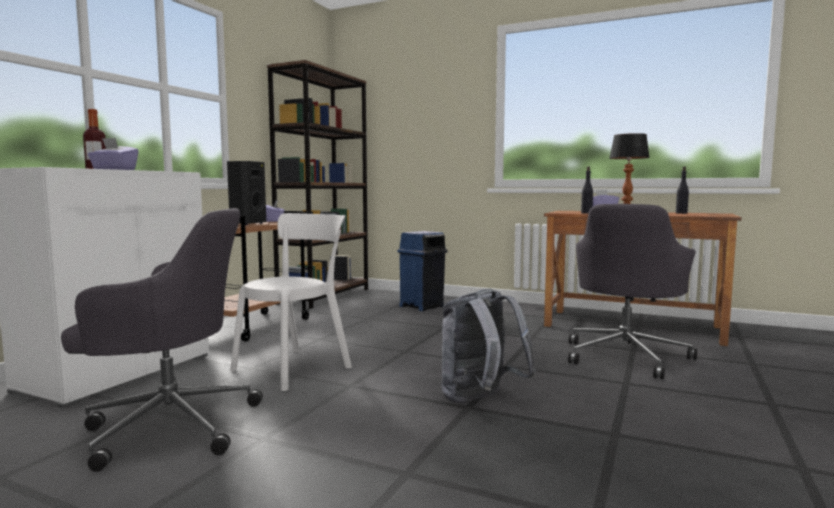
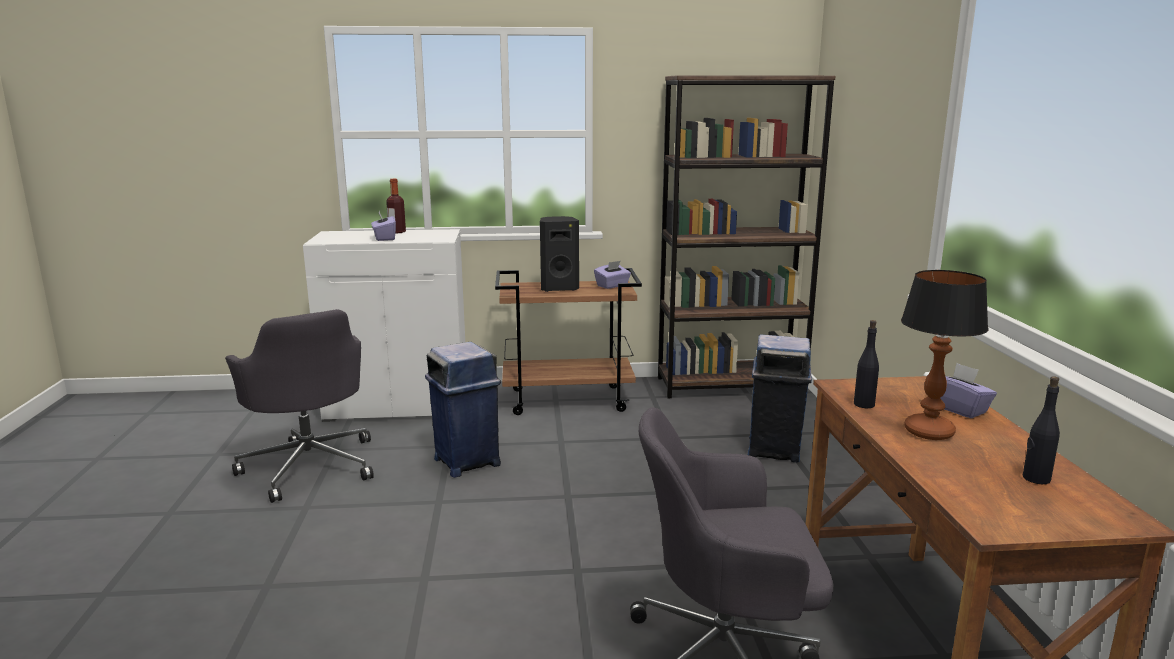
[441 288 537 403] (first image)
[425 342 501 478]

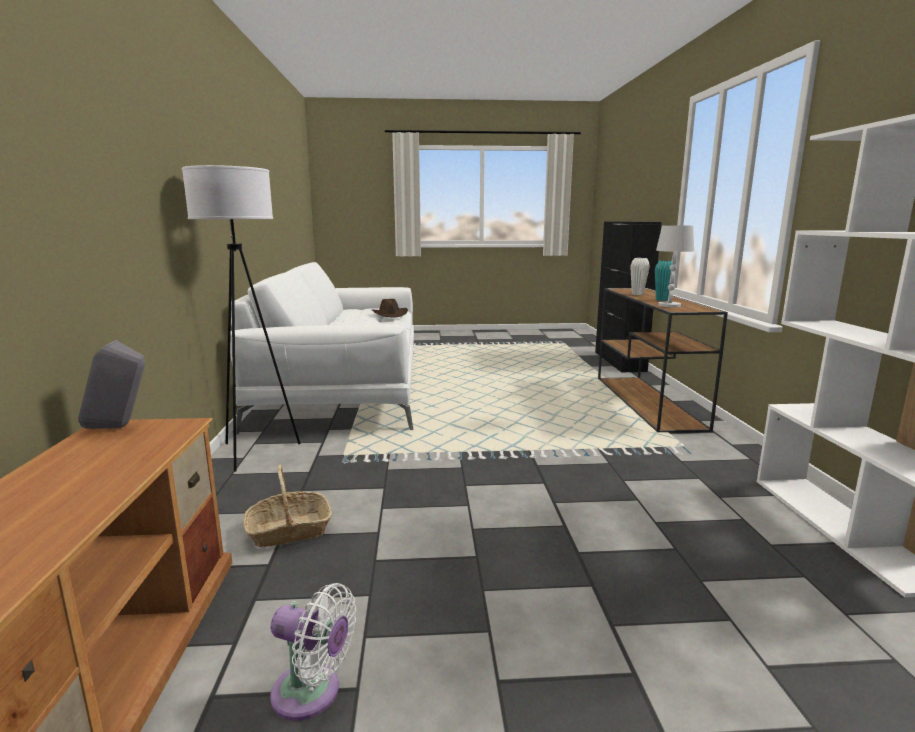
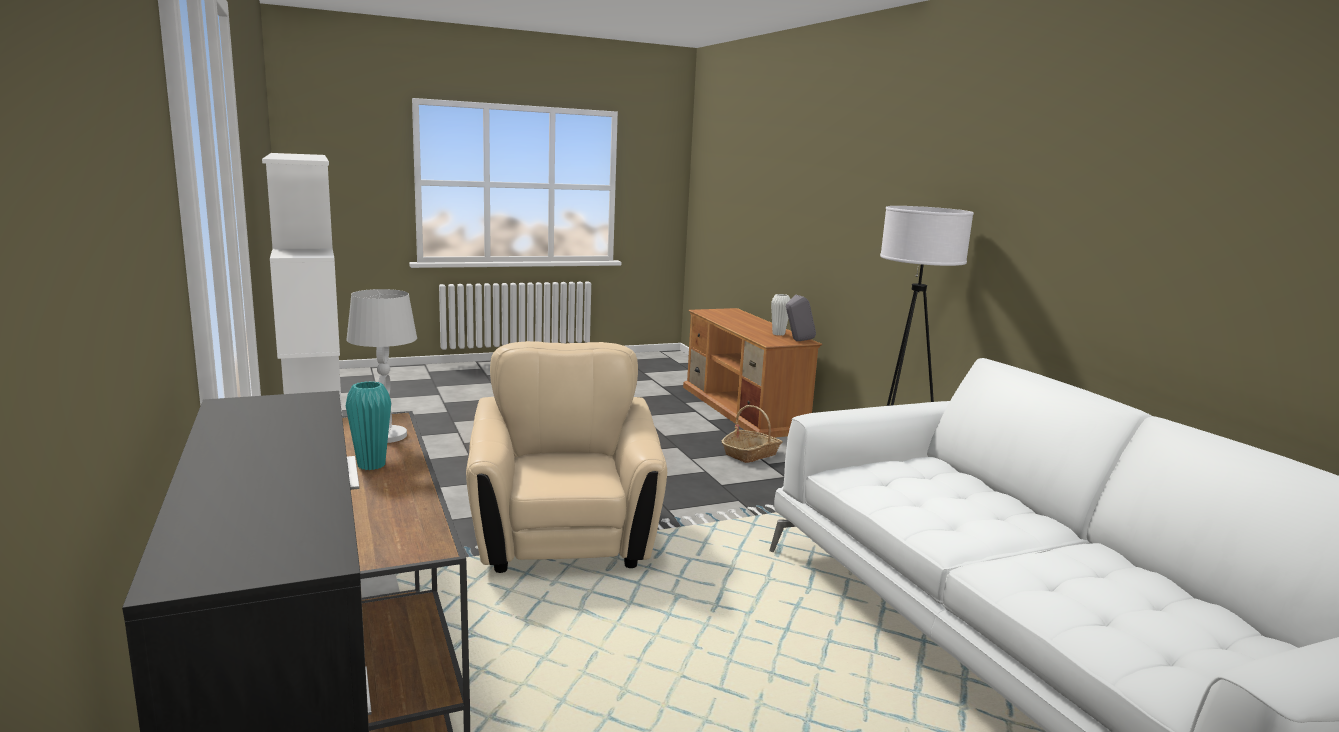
[270 583 356 721] (first image)
[372 299 408 318] (first image)
[466 341 667 573]
[771 294 791 336]

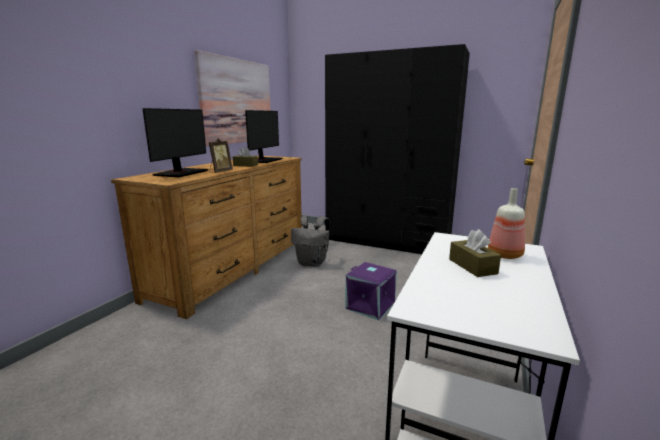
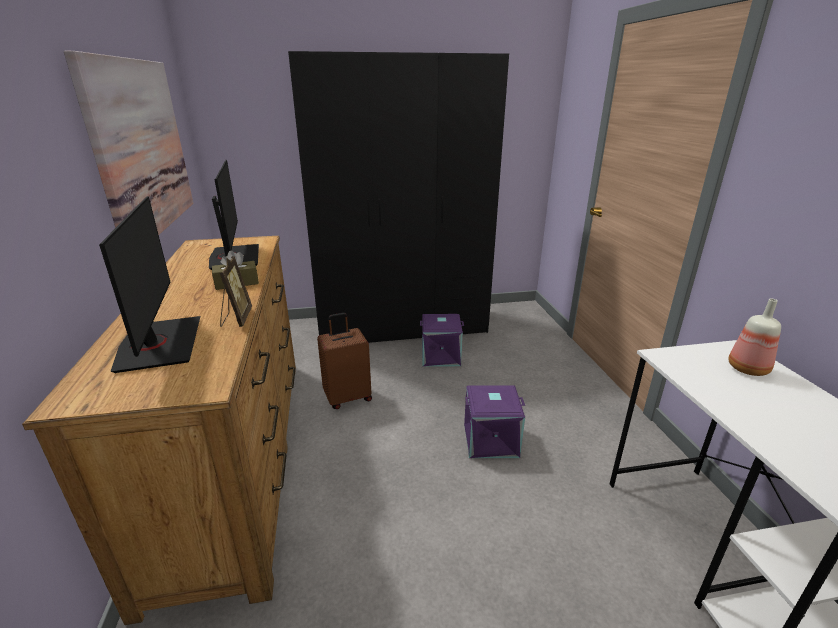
[449 229 501 277] (first image)
[420 314 464 366]
[317 313 372 409]

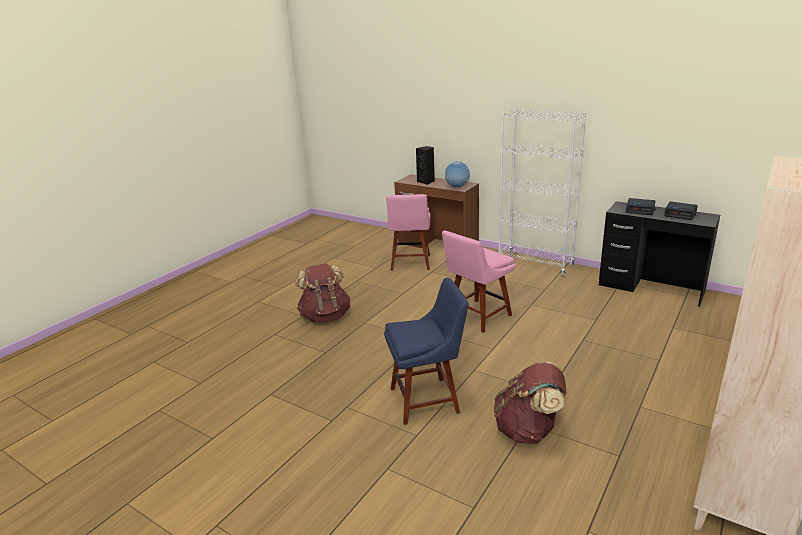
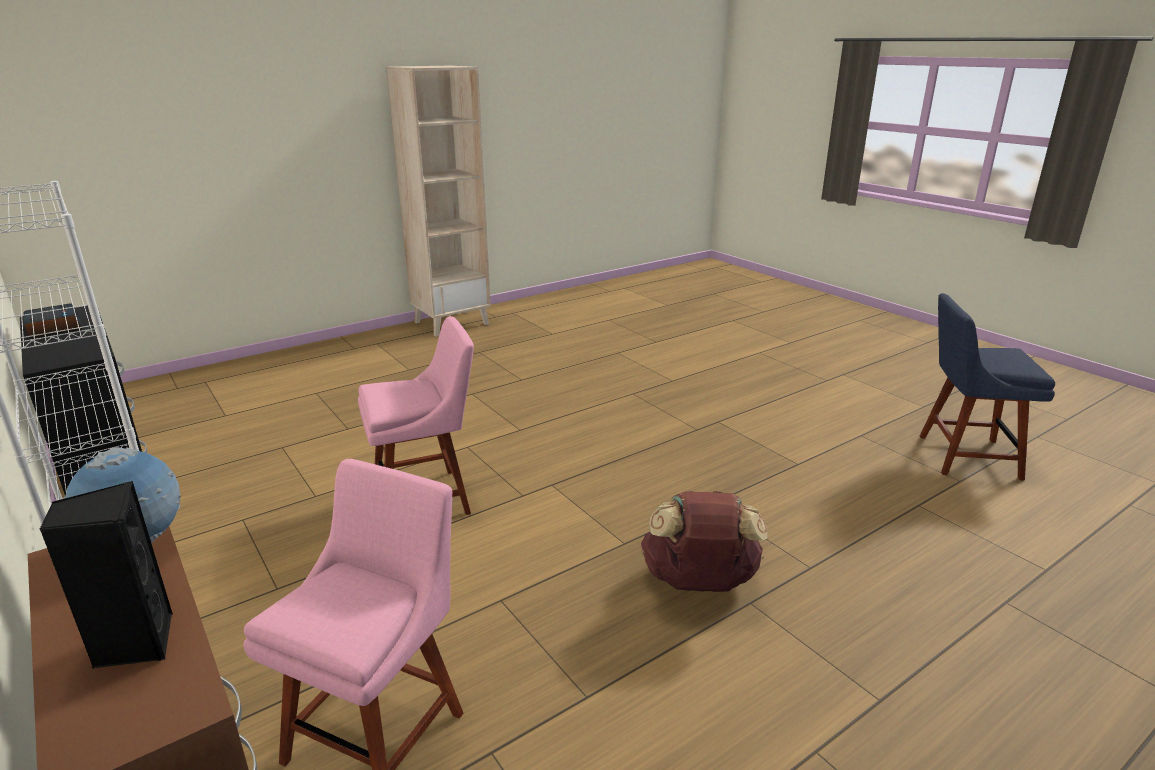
[494 362 566 444] (first image)
[626 198 656 215] (first image)
[920 293 1055 481]

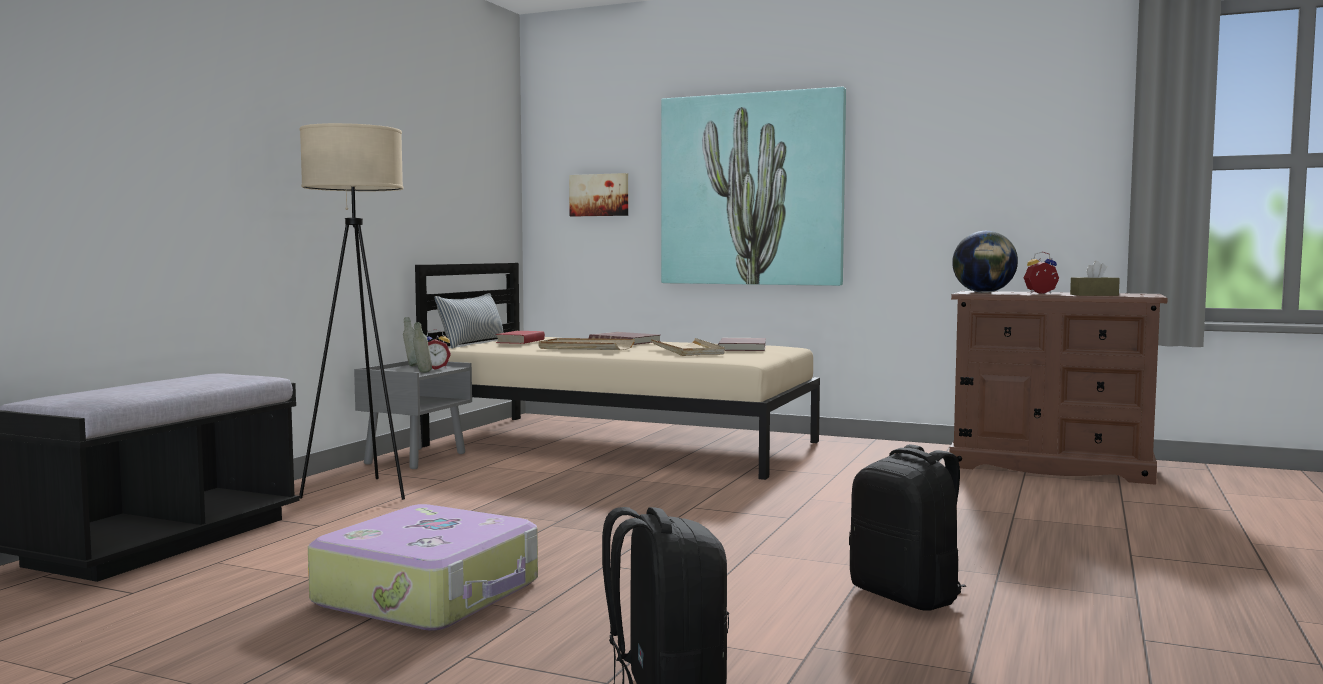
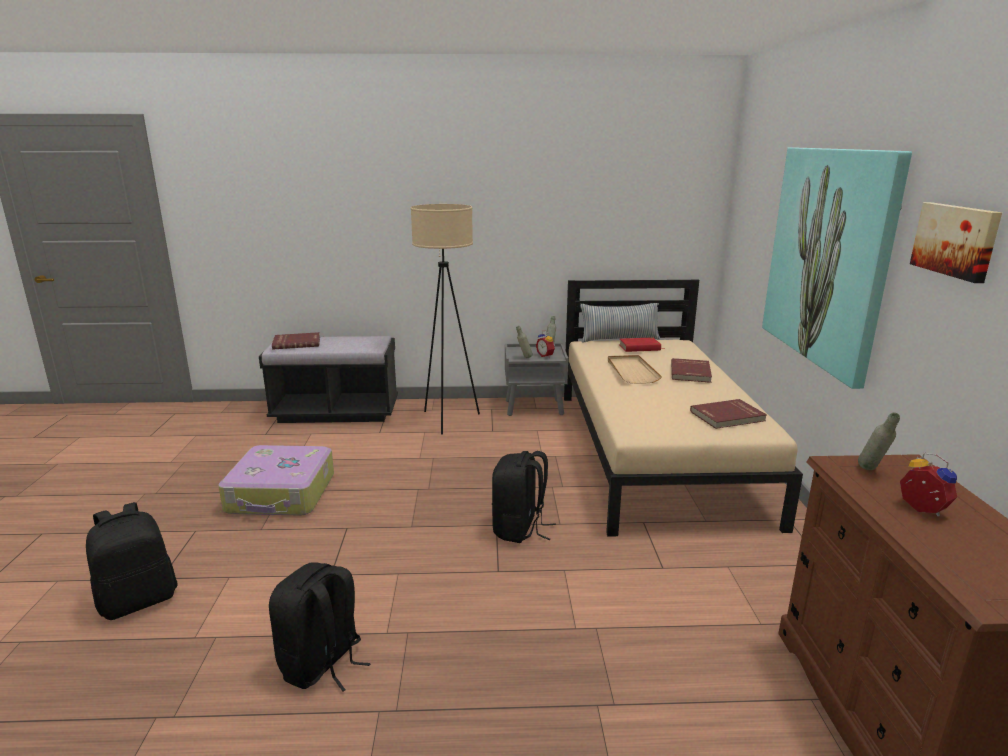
[651 338 725 356] (first image)
[1070 261 1120 296] (first image)
[272 332 320 350]
[492 451 556 543]
[910 202 1002 283]
[858 413 900 470]

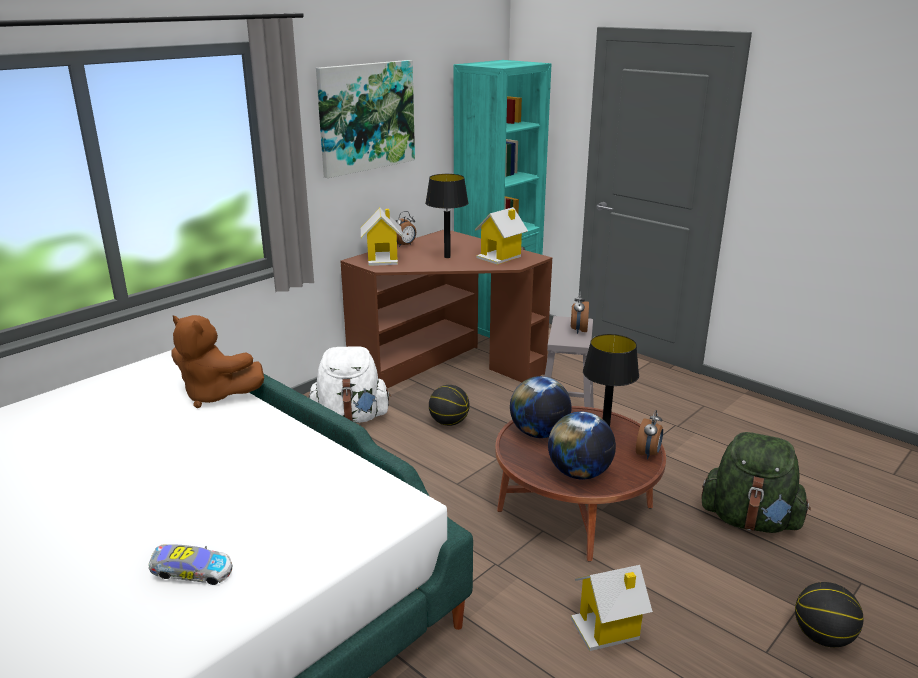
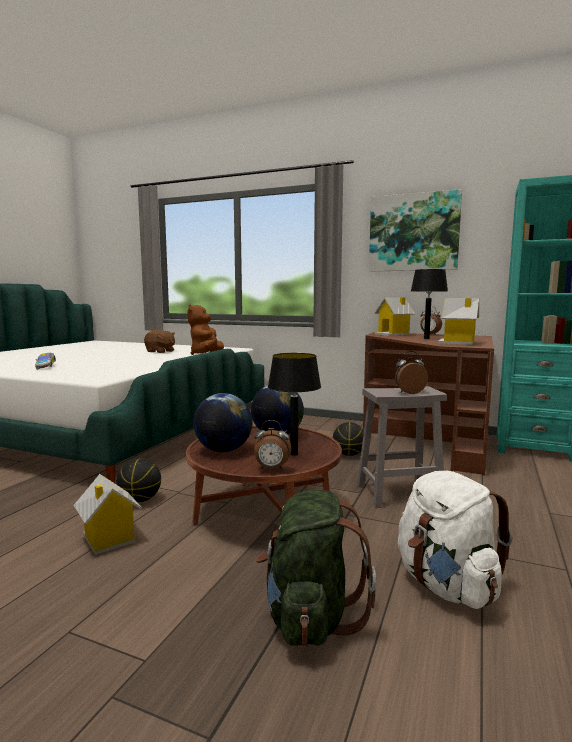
[144 330 175 353]
[398 471 513 609]
[116 458 161 503]

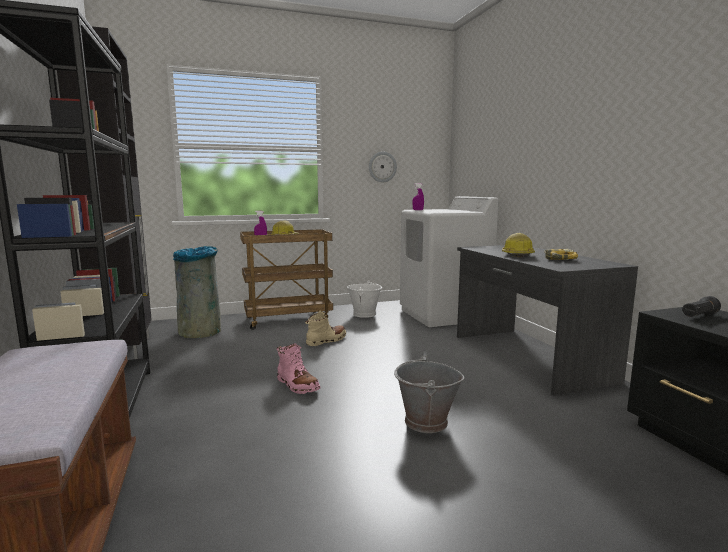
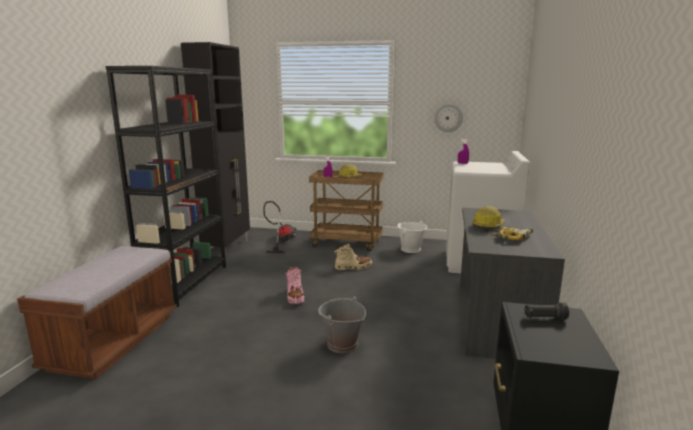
[263 201 297 253]

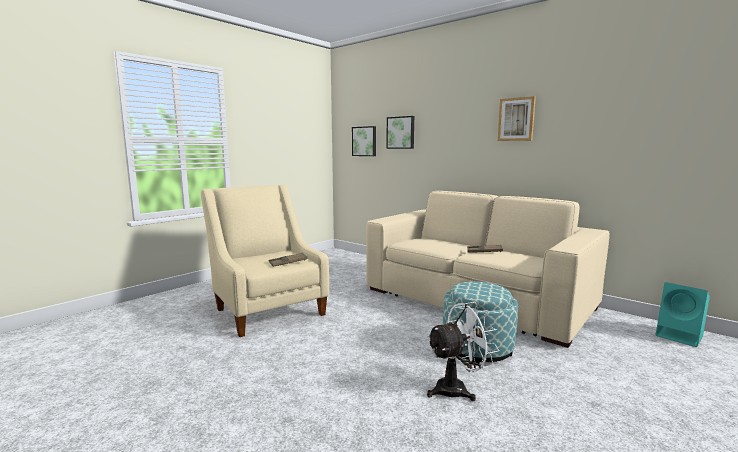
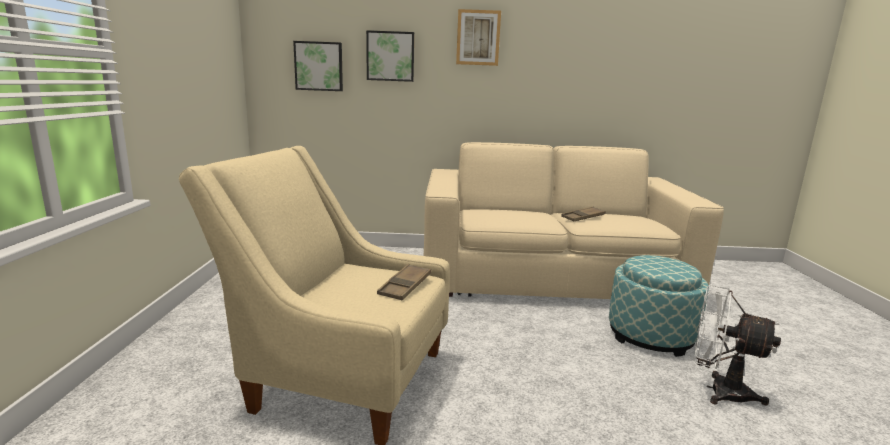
[655 282 710 347] (first image)
[456 9 501 66]
[694 285 781 406]

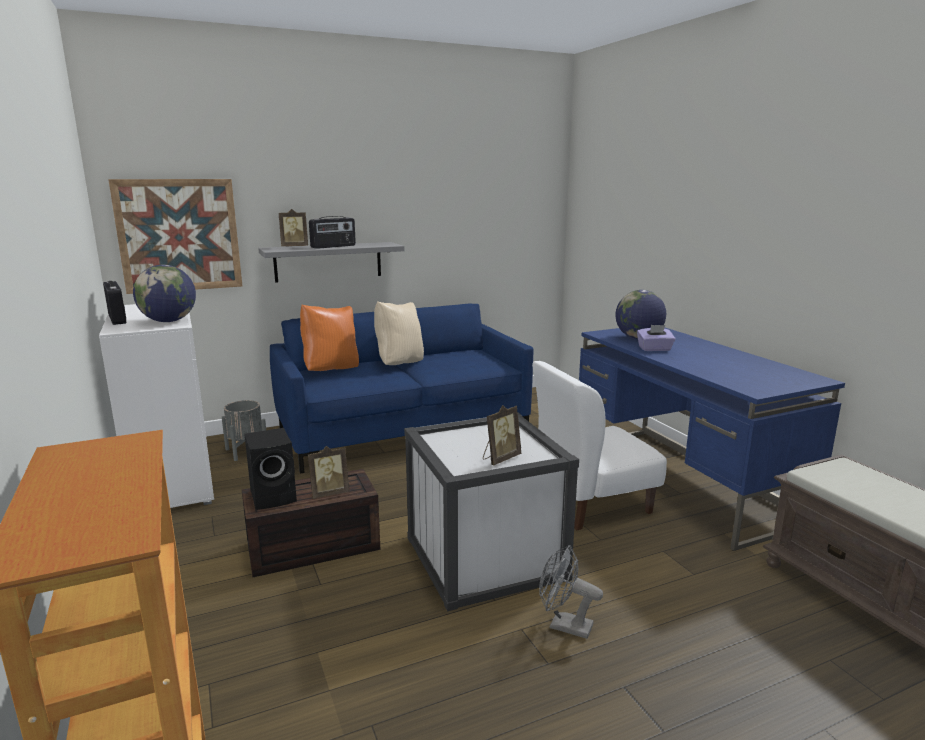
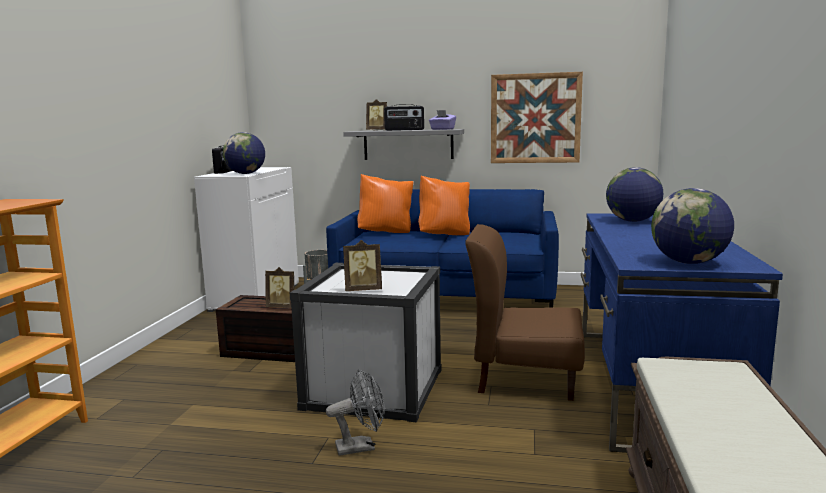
[244 428 297 510] (first image)
[651 188 734 264]
[491 72 583 163]
[429 110 456 130]
[418 175 470 235]
[465 224 585 401]
[326 369 385 456]

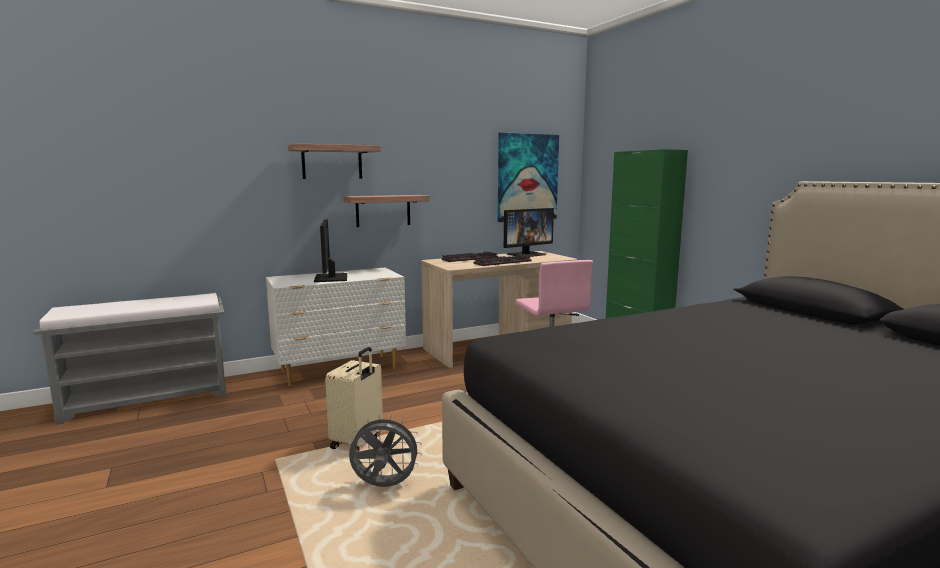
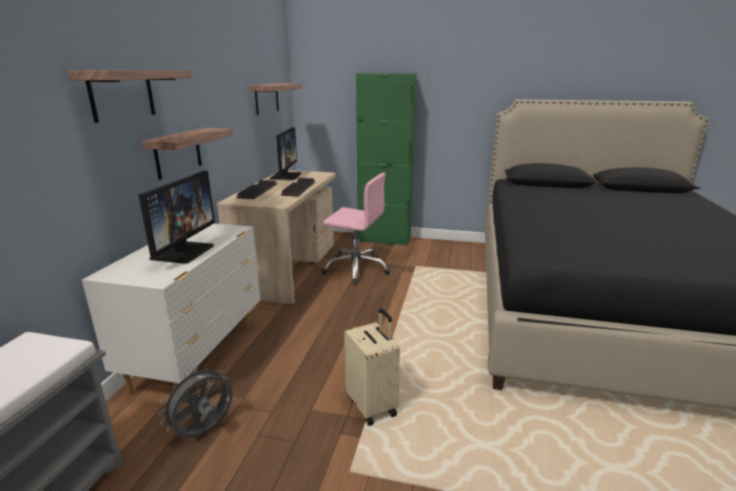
[159 365 233 438]
[249 83 302 115]
[139 171 215 264]

